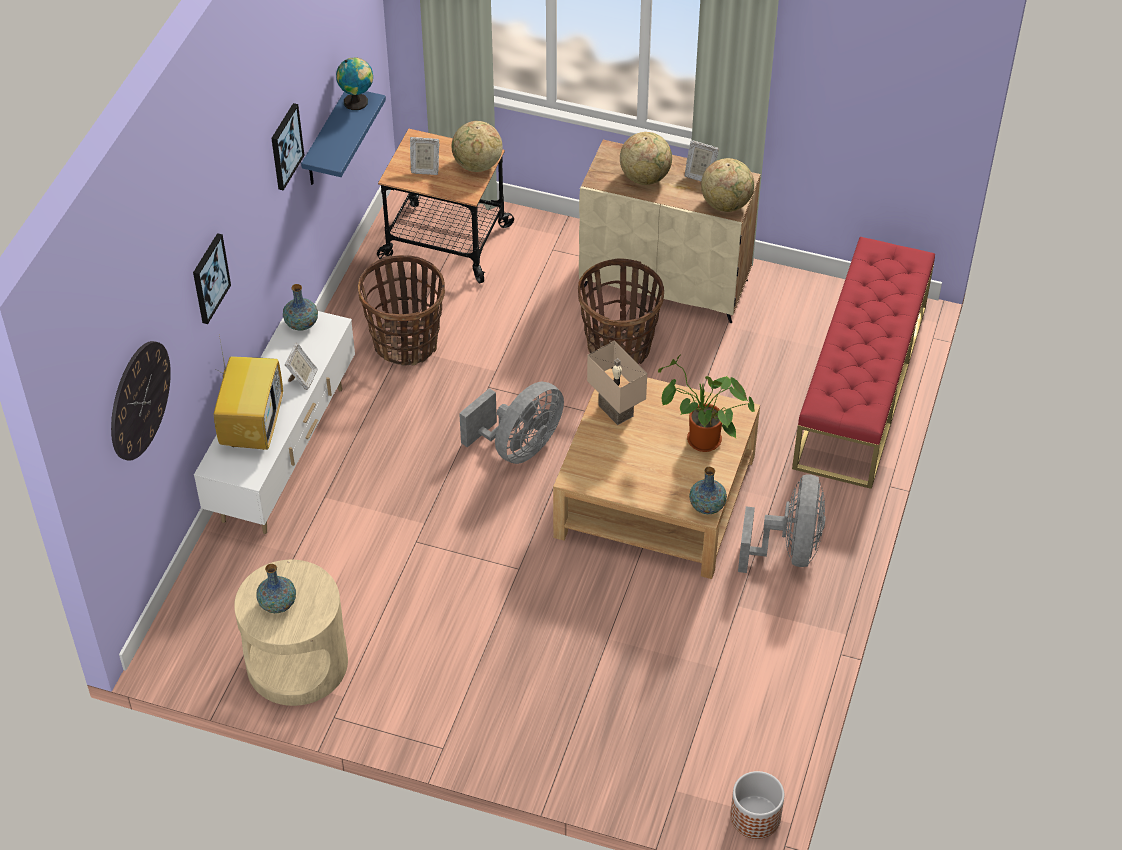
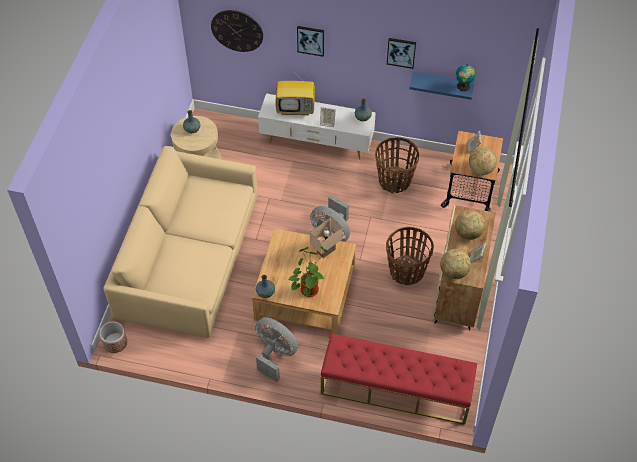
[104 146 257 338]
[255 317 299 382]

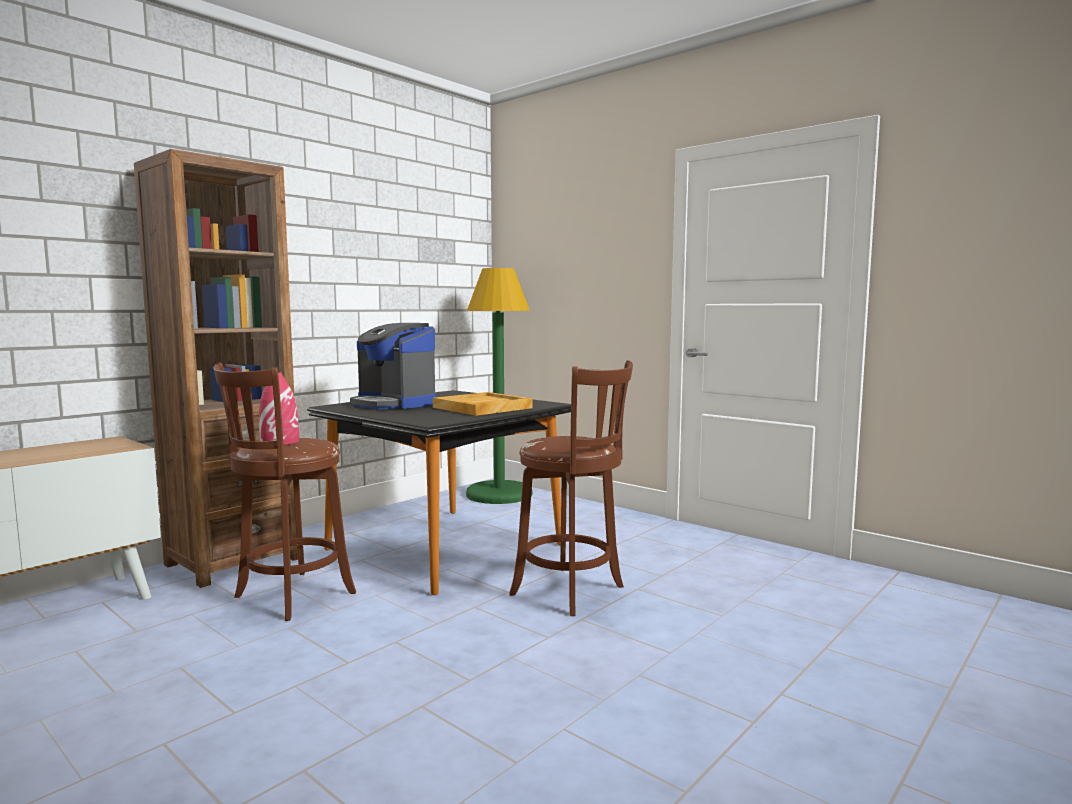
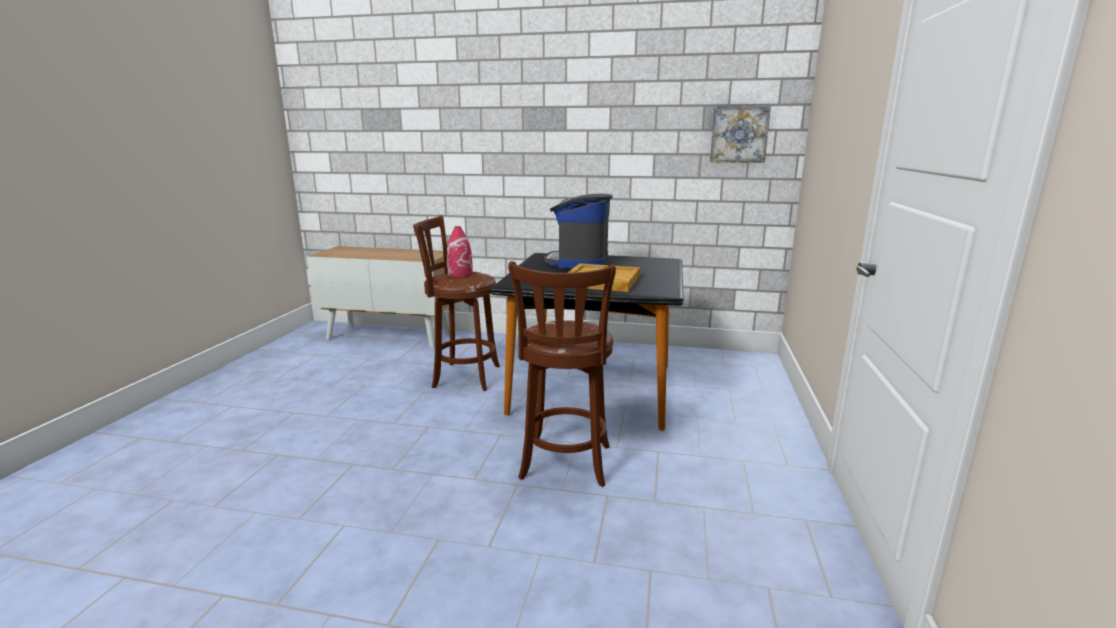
[134 149 298 588] (first image)
[466 268 532 504] (first image)
[710 106 771 163]

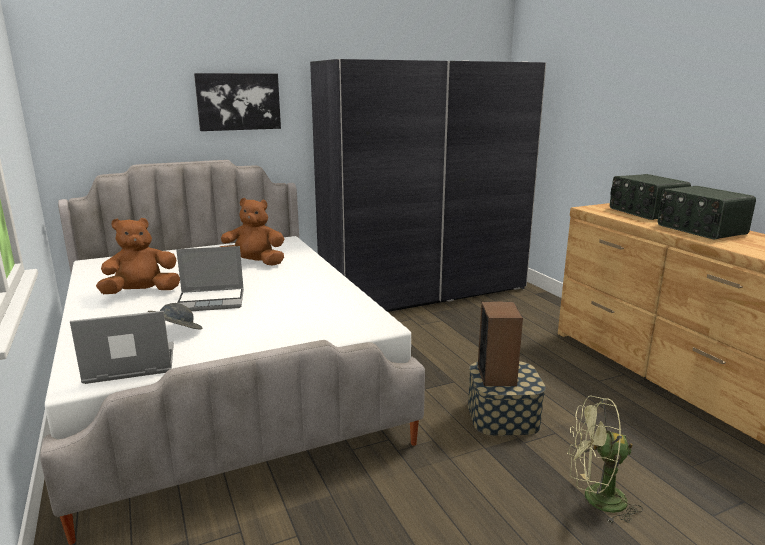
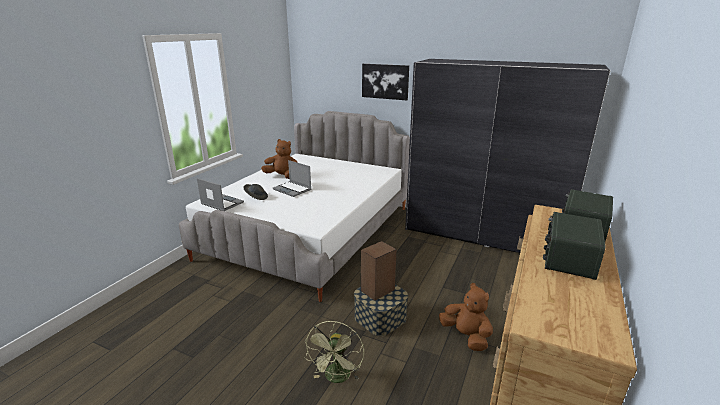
[439 283 493 351]
[304 321 364 383]

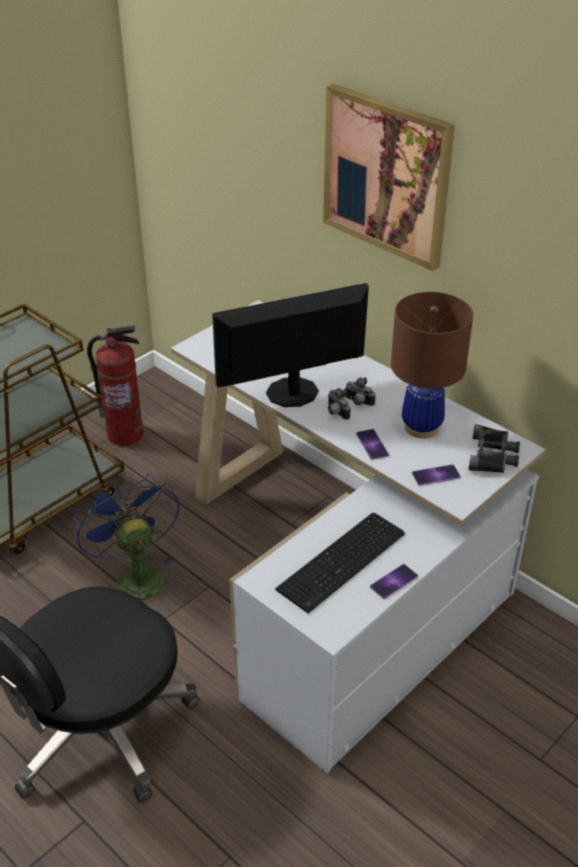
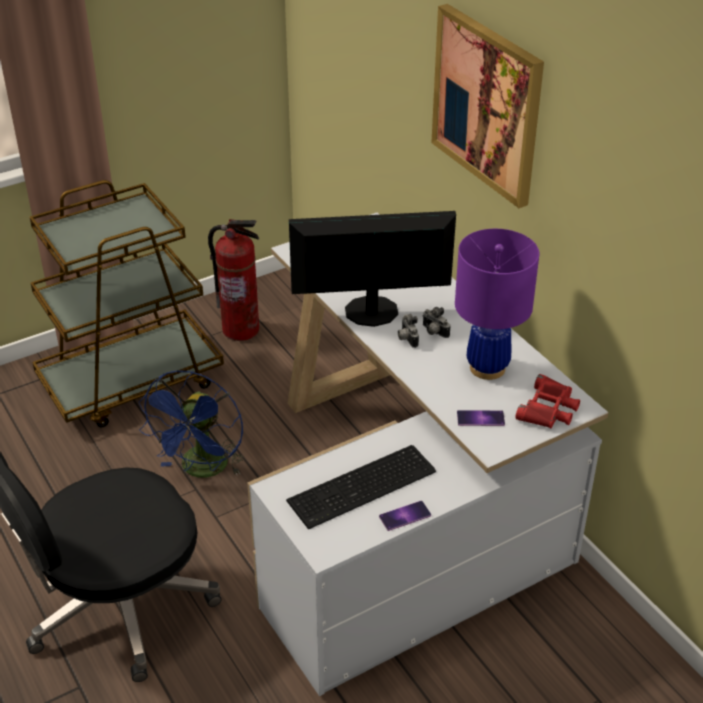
[356 429 389 460] (first image)
[455 229 539 380]
[515 374 580 428]
[138 370 244 478]

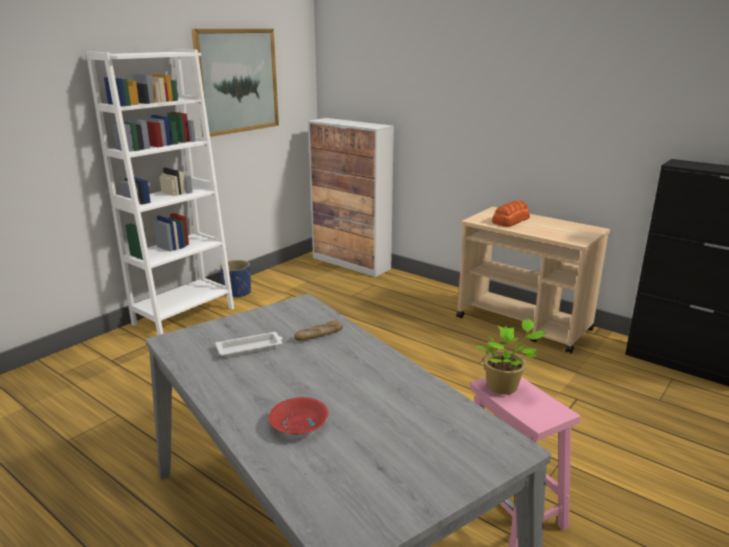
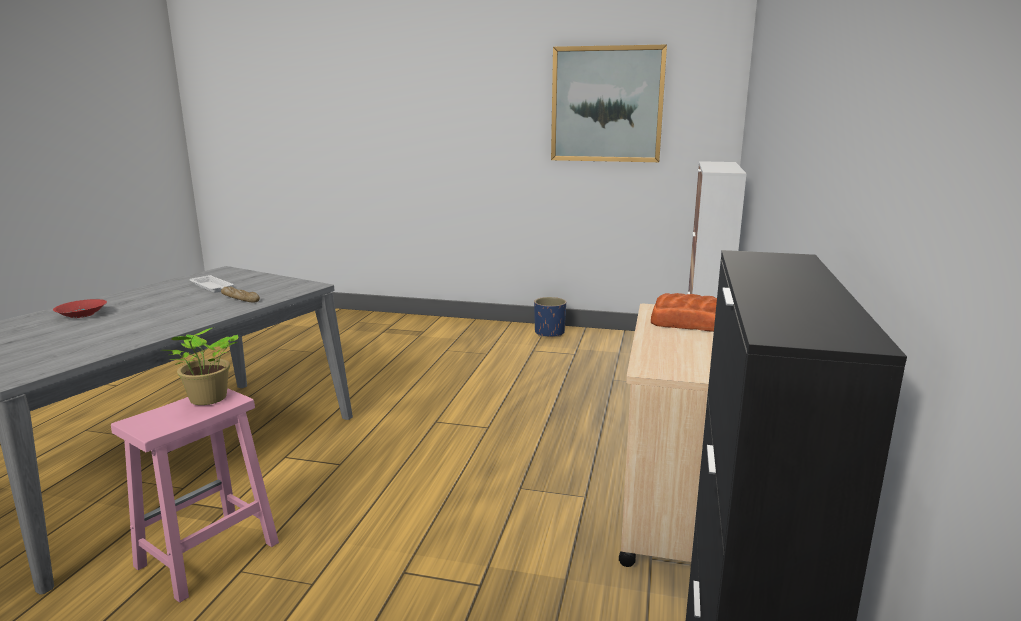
[86 49 234 335] (first image)

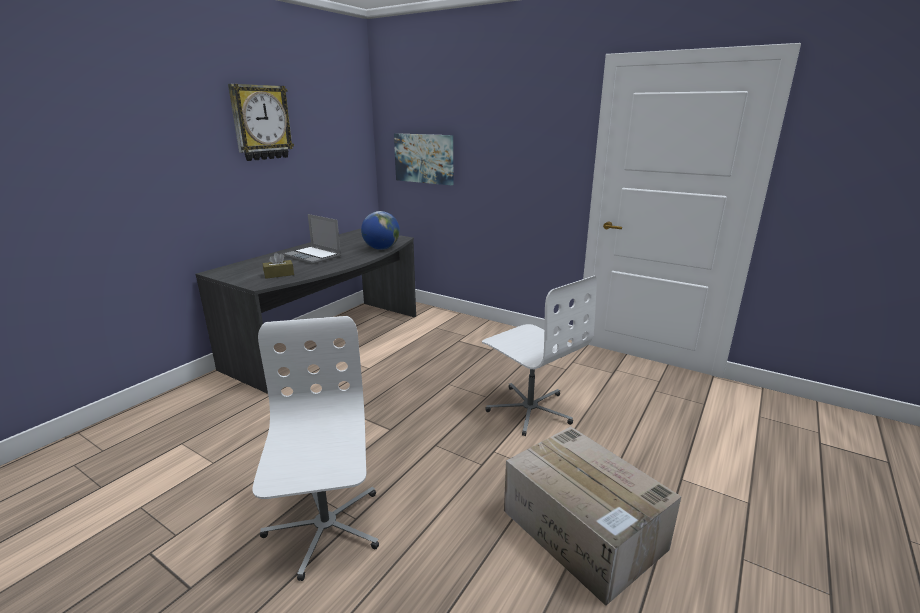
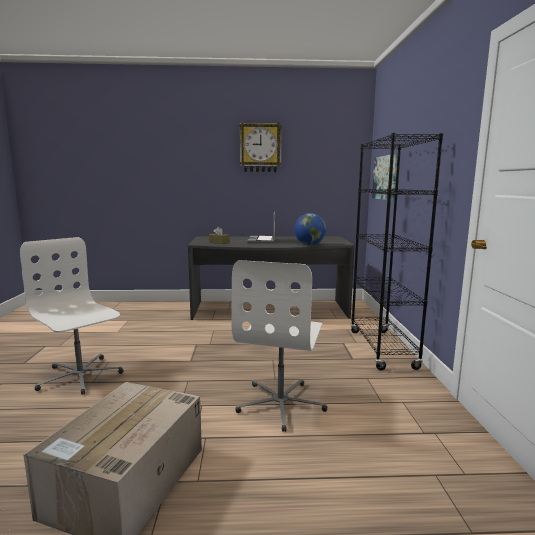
[350 133 443 370]
[20 237 123 395]

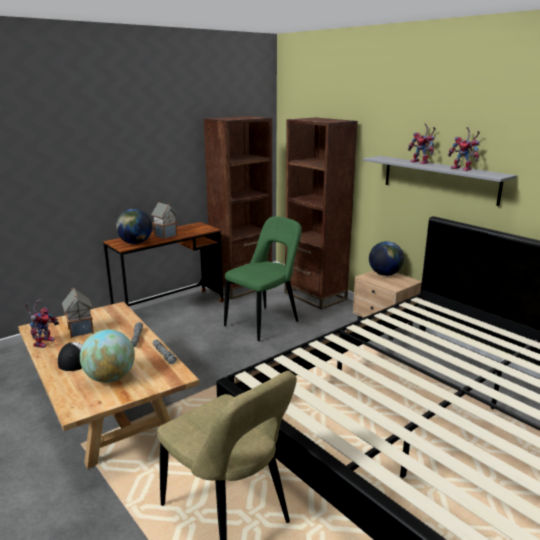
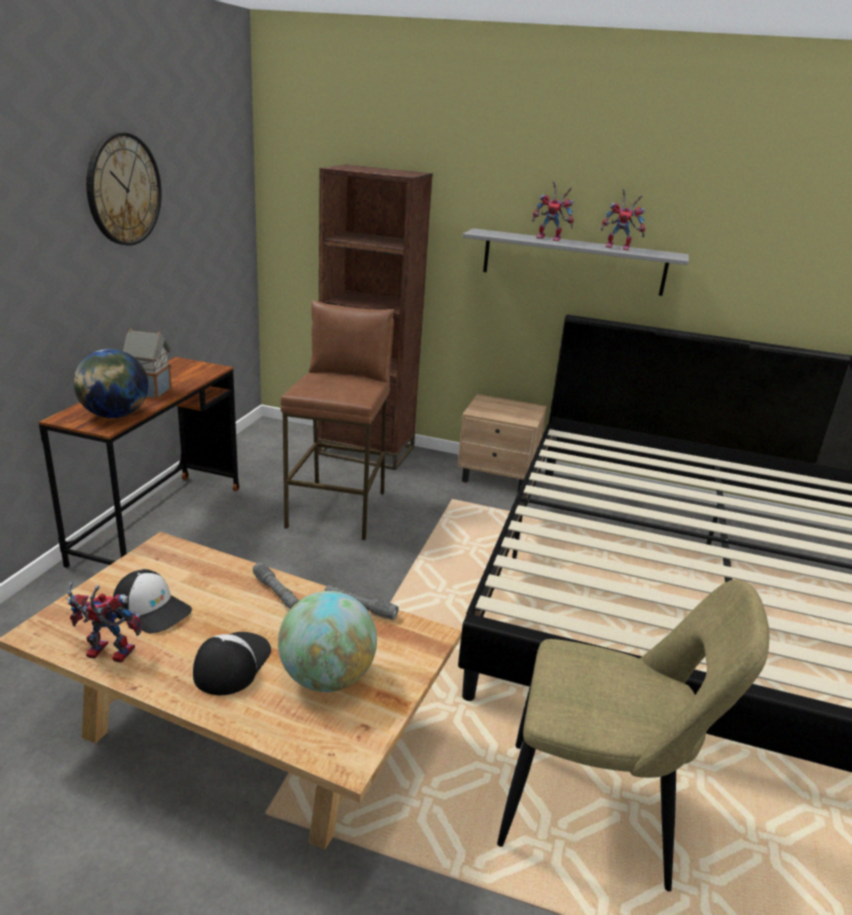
[203 116 272 299] (first image)
[369 241 404 276] (first image)
[86 132 162 246]
[113 569 192 634]
[280 300 394 540]
[66 582 143 663]

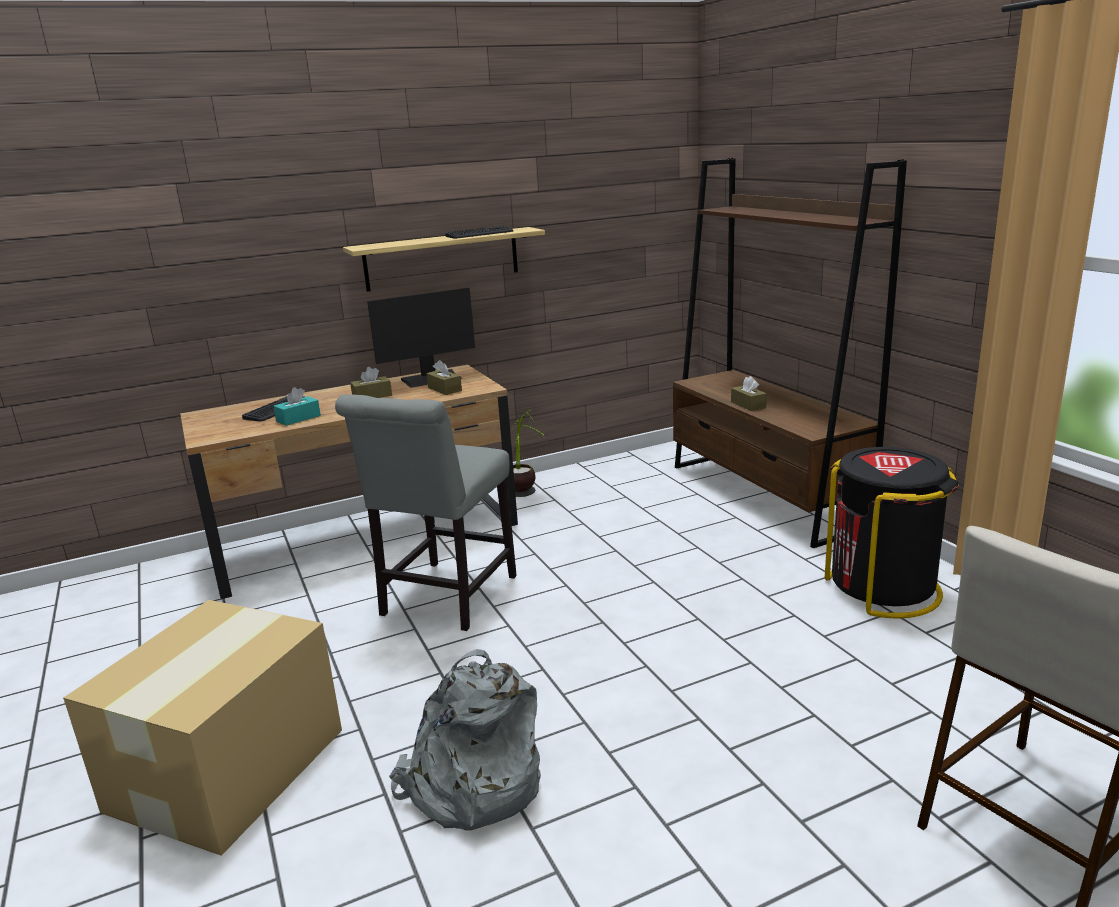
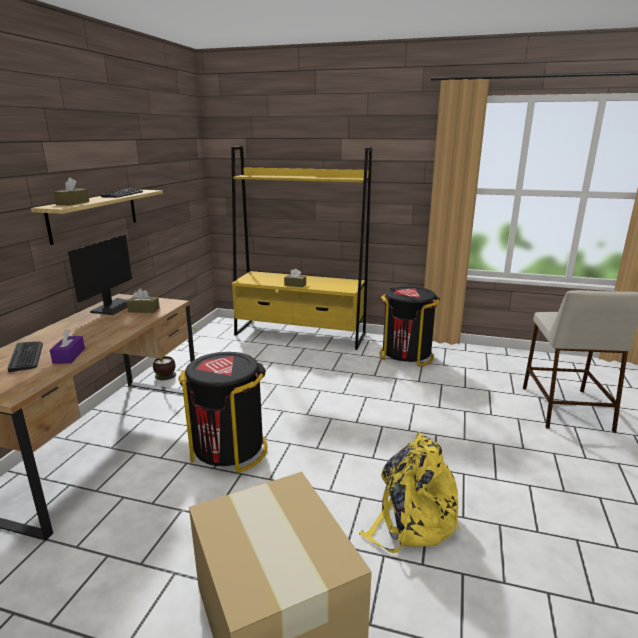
[53 177 90 206]
[179 352 267 473]
[50 329 85 364]
[359 432 460 553]
[231 146 372 350]

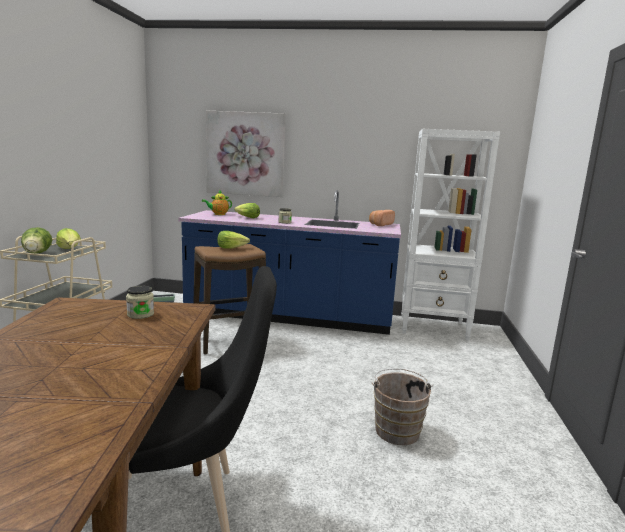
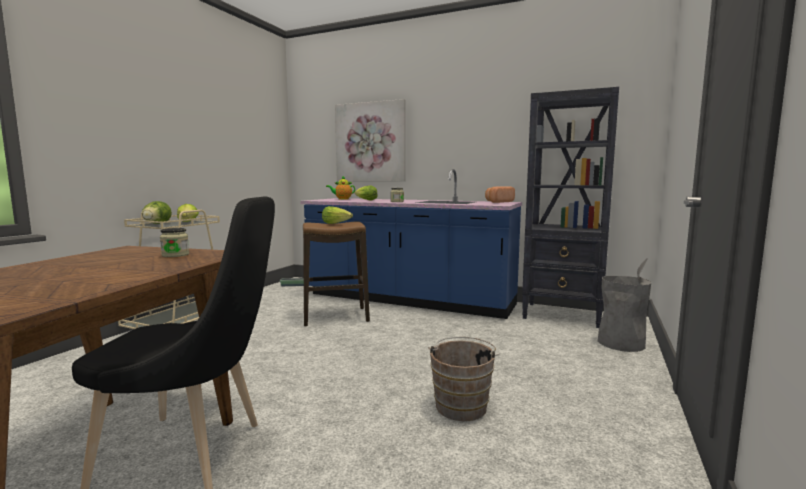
[598 258 651 352]
[522 87 619 328]

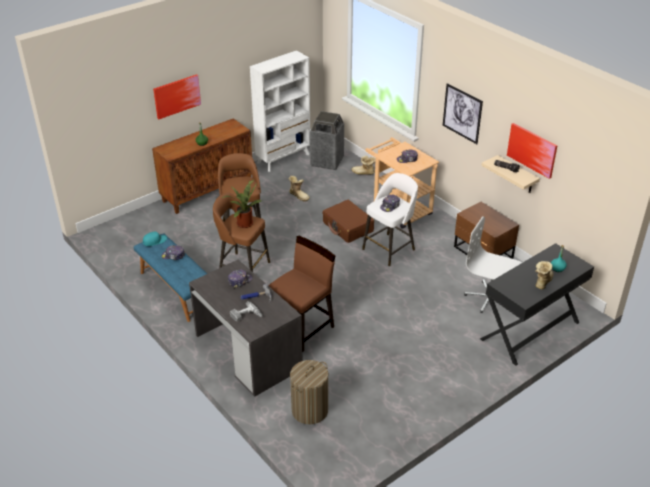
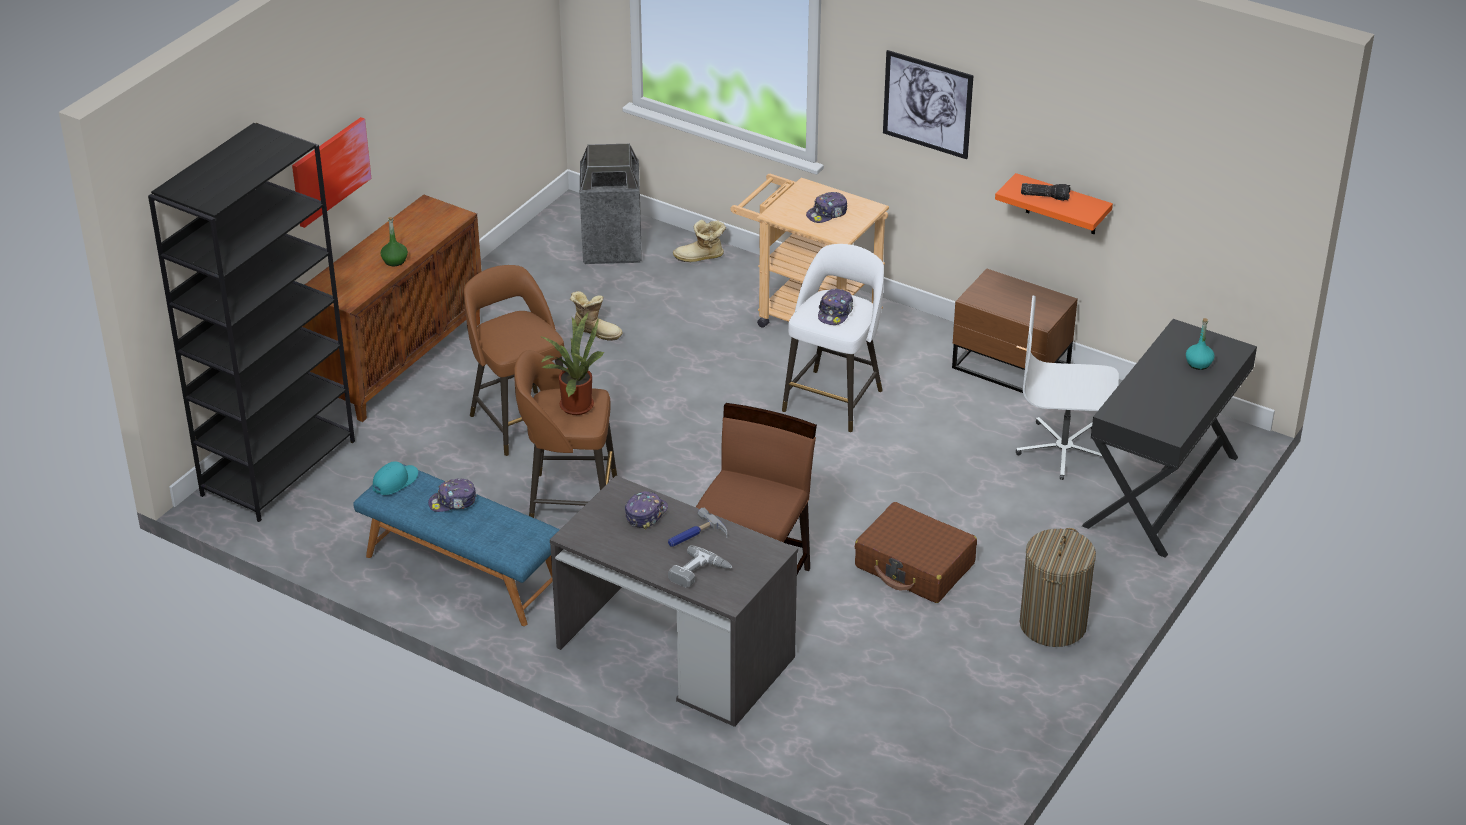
[250 50 310 172] (first image)
[507 123 557 179] (first image)
[536 261 554 289] (first image)
[148 123 355 522]
[1020 528 1096 647]
[855 502 977 603]
[995 173 1113 234]

